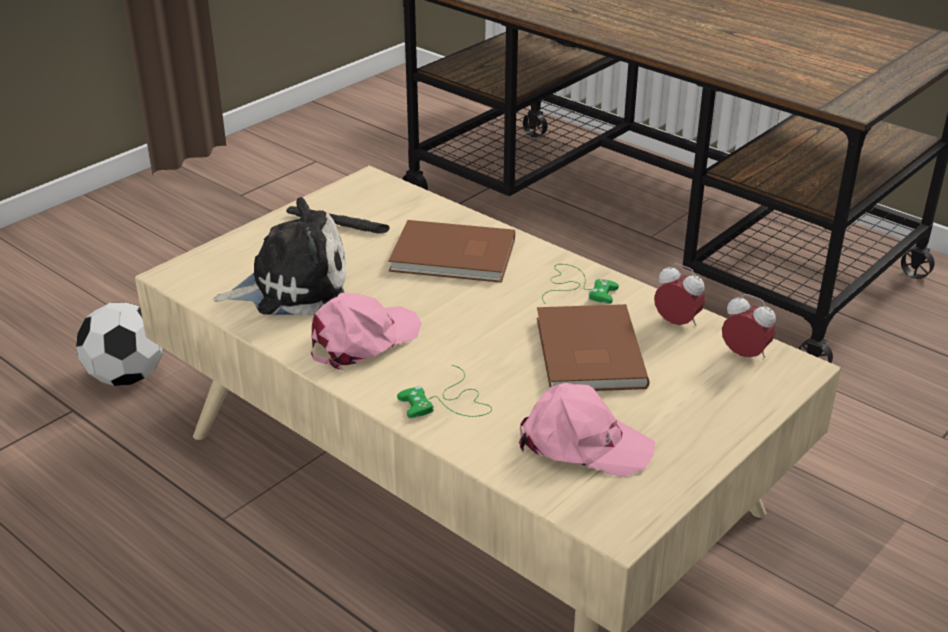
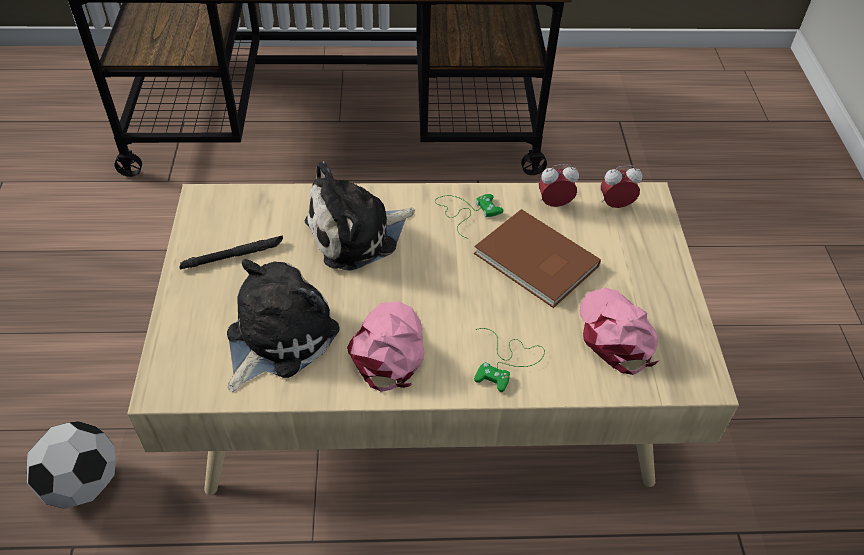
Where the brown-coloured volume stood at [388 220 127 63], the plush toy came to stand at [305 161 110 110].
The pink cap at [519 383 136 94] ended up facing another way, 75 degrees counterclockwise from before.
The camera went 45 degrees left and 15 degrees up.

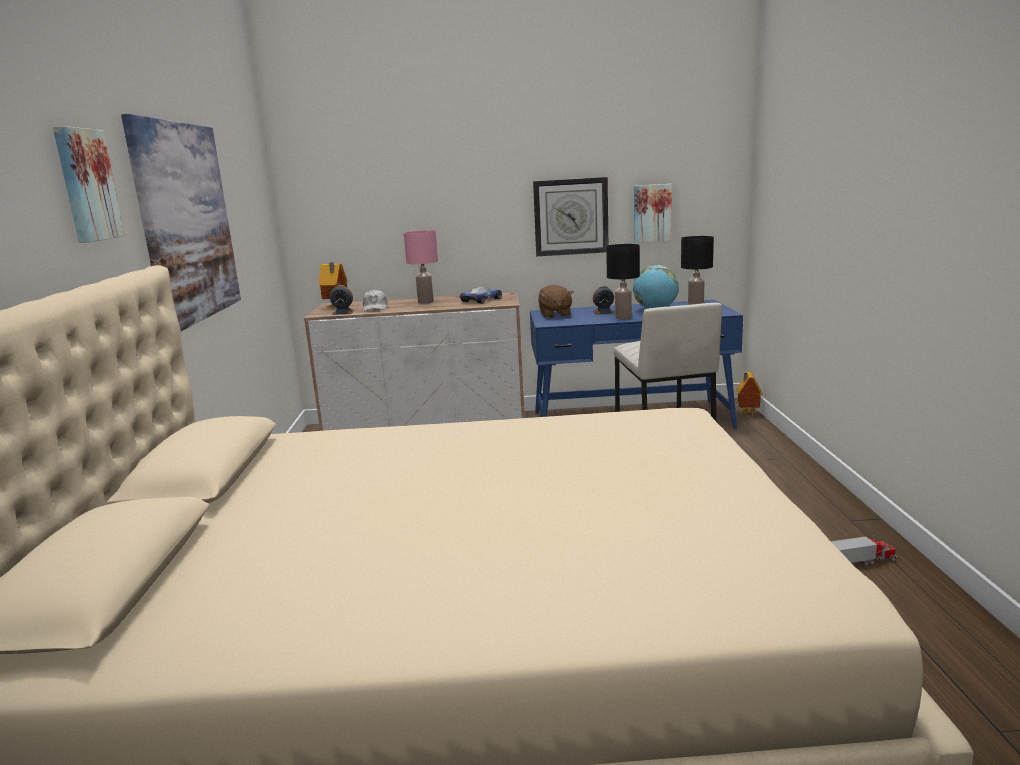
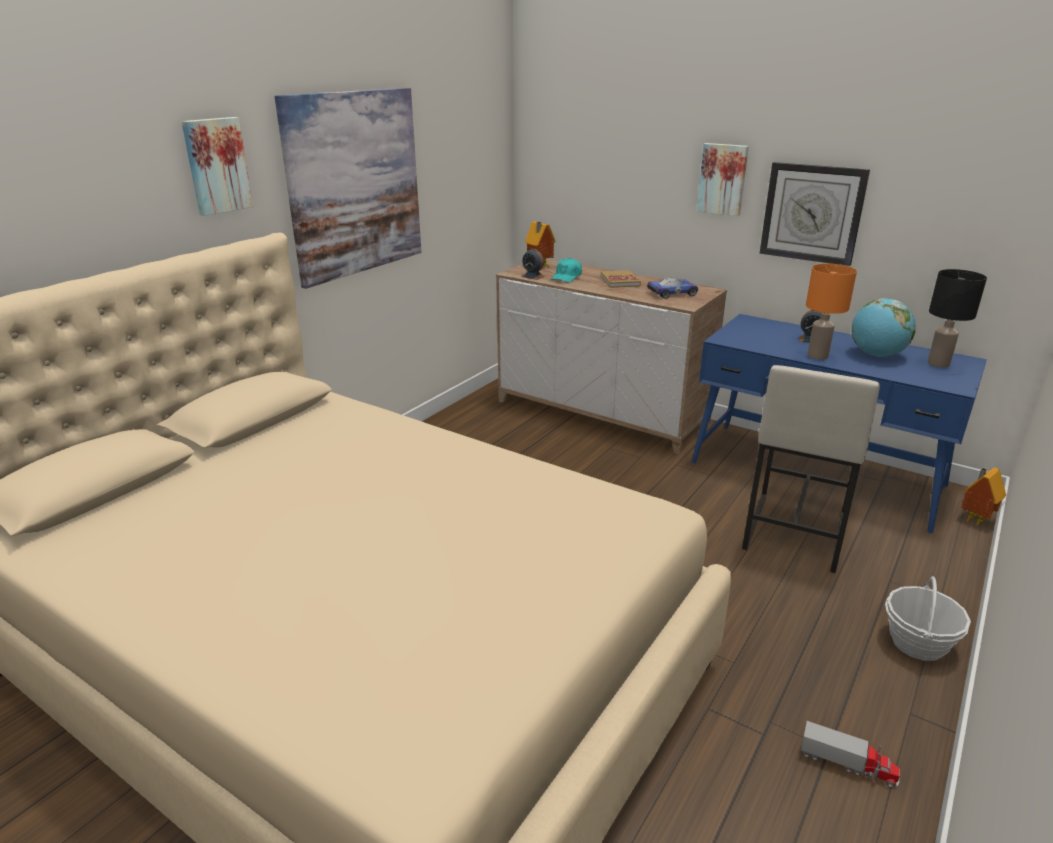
What was the white-coloured cap at [363 289 25 23] turned into the turquoise cap at [551 258 31 25].
Where the pink lamp for a table stood at [404 230 34 73], the volume came to stand at [601 270 40 18].
The second view lost the brown-coloured plush toy at [538 285 36 33].
What was the black lamp for a table at [606 244 34 76] turned into the orange-coloured lamp for a table at [806 264 51 96].
The picture ended up elsewhere, having gone from [634 184 38 59] to [697 143 52 73].
The second view gained the basket at [885 576 86 85].
The camera went 35 degrees right and 10 degrees up.

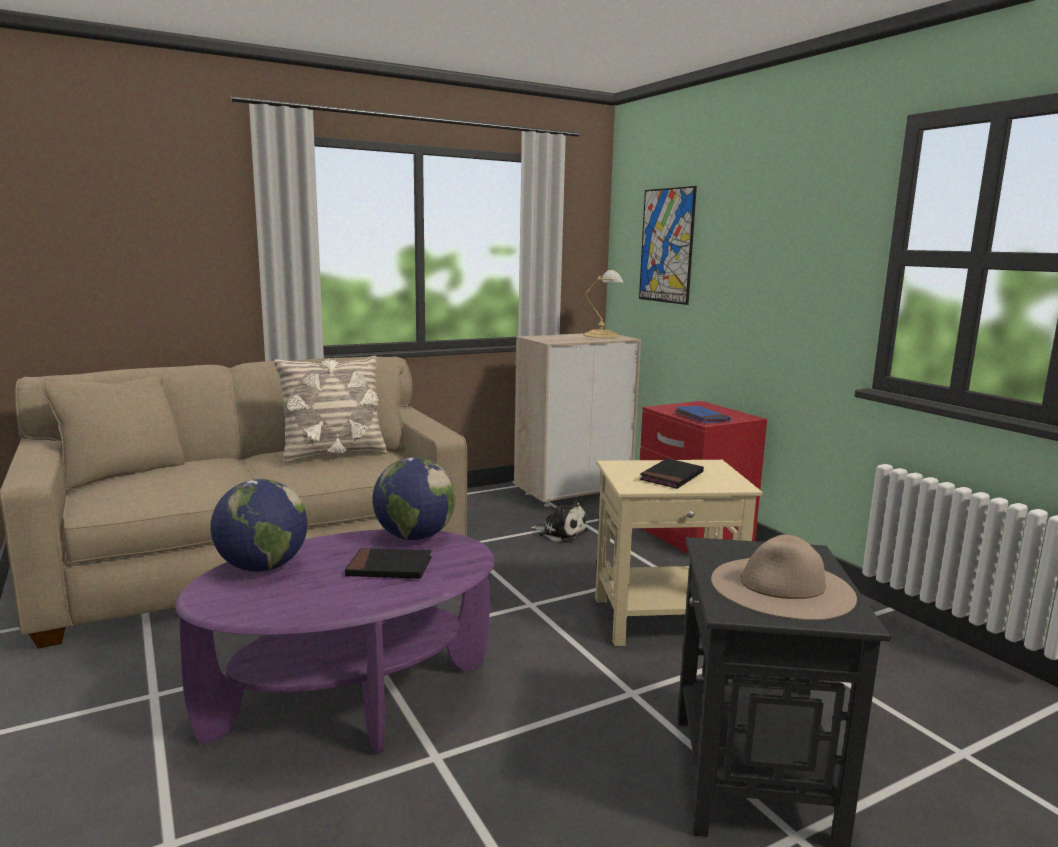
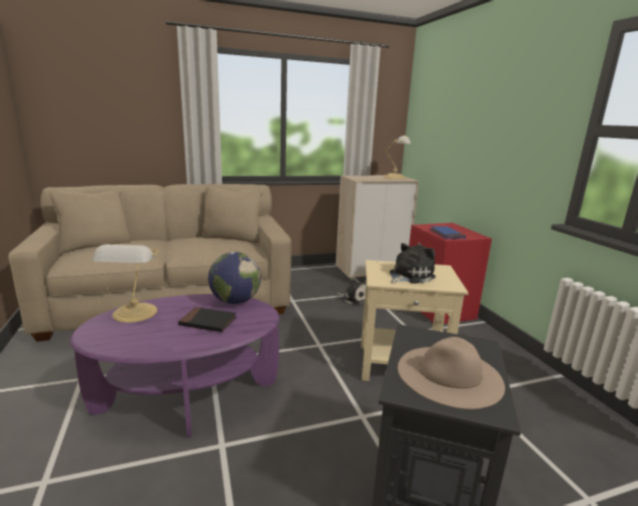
Where the globe stood at [210 479 98 93], the lamp for a table came to stand at [92 244 67 79].
The second view lost the beige pillow at [274 356 113 107].
The second view lost the picture at [639 186 58 119].
Where the black volume stood at [640 458 64 31], the plush toy came to stand at [389 243 46 41].
The camera went 10 degrees right and 5 degrees up.

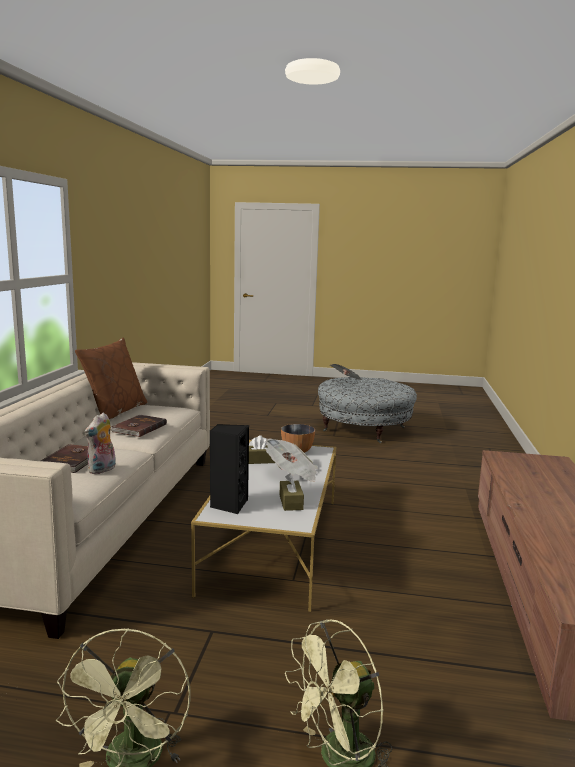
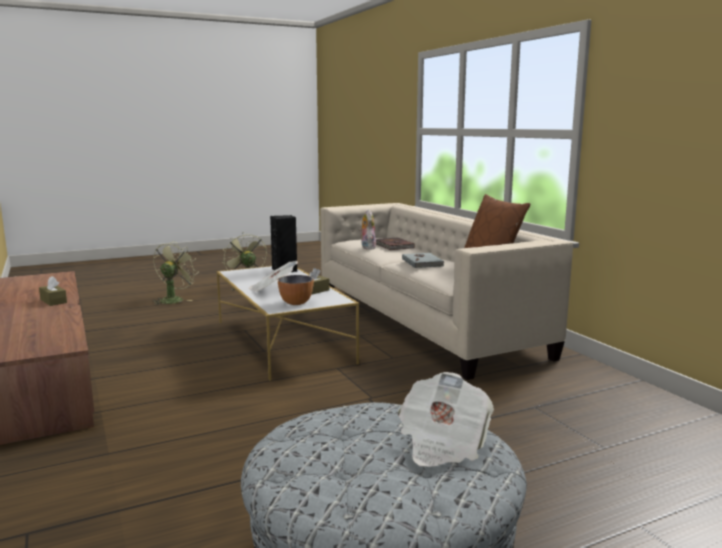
What was the brown-coloured volume at [110 415 57 22] turned into the greyish volume at [402 253 42 15].
The brown-coloured box of tissues ended up elsewhere, having gone from [280 473 24 38] to [39 276 28 30].
The camera went 145 degrees right and 0 degrees up.

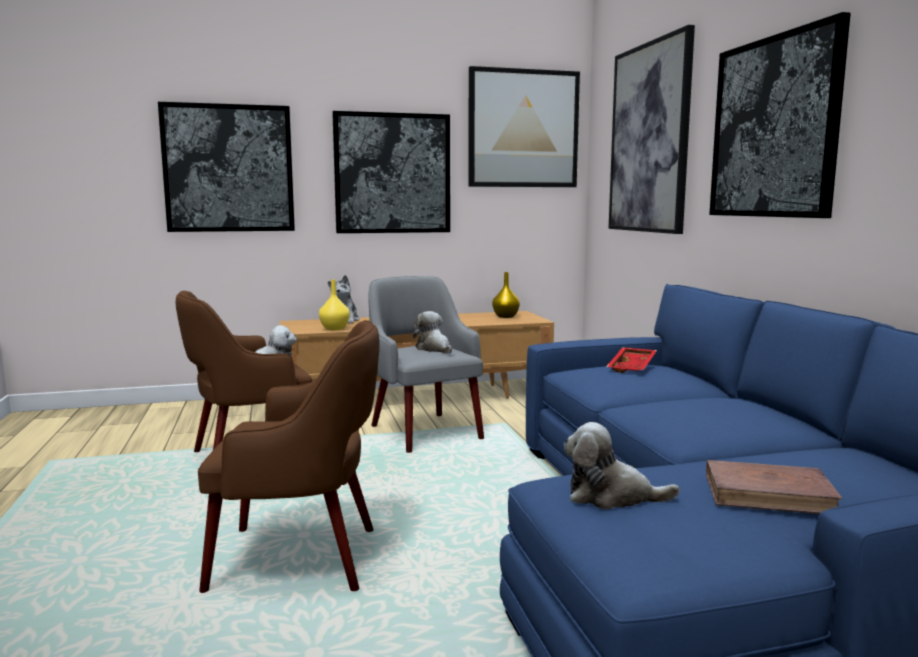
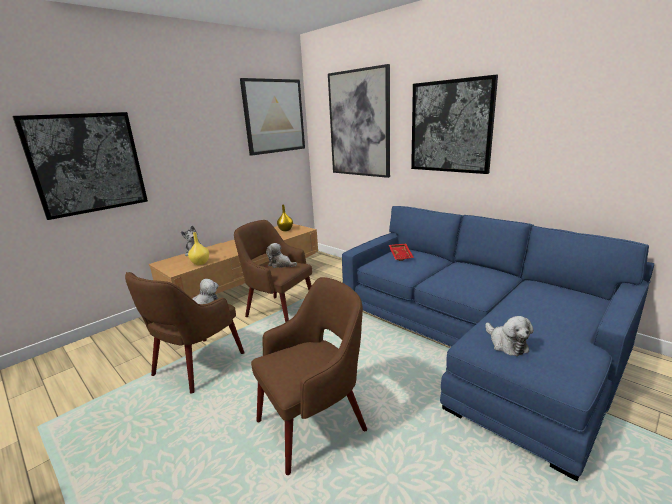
The second view lost the picture at [332 111 118 122].
What was the greyish armchair at [368 276 116 177] turned into the brown-coloured armchair at [234 220 78 102].
The plush toy at [564 422 116 87] ended up facing another way, 90 degrees counterclockwise from before.
The second view lost the brown-coloured volume at [706 460 136 54].
The camera went 30 degrees left and 10 degrees up.

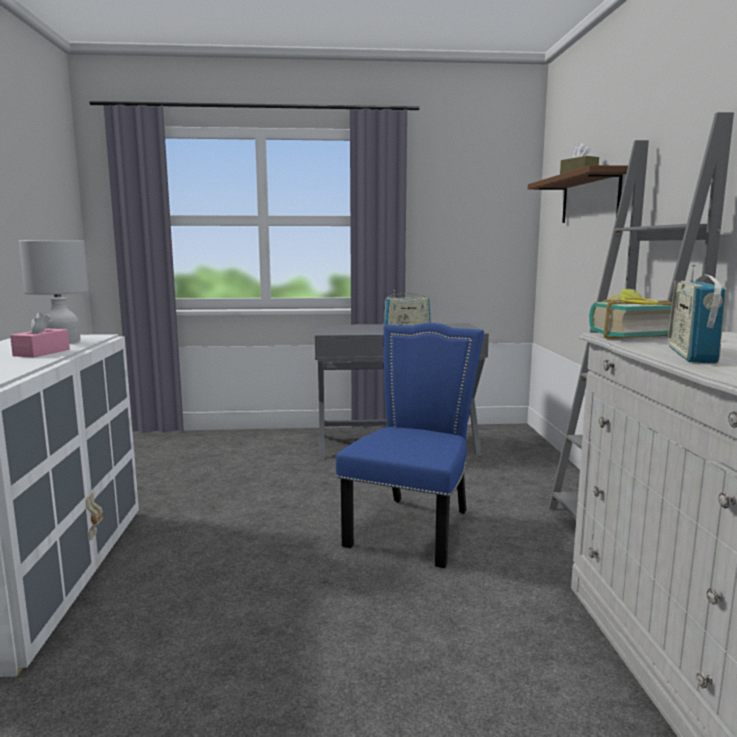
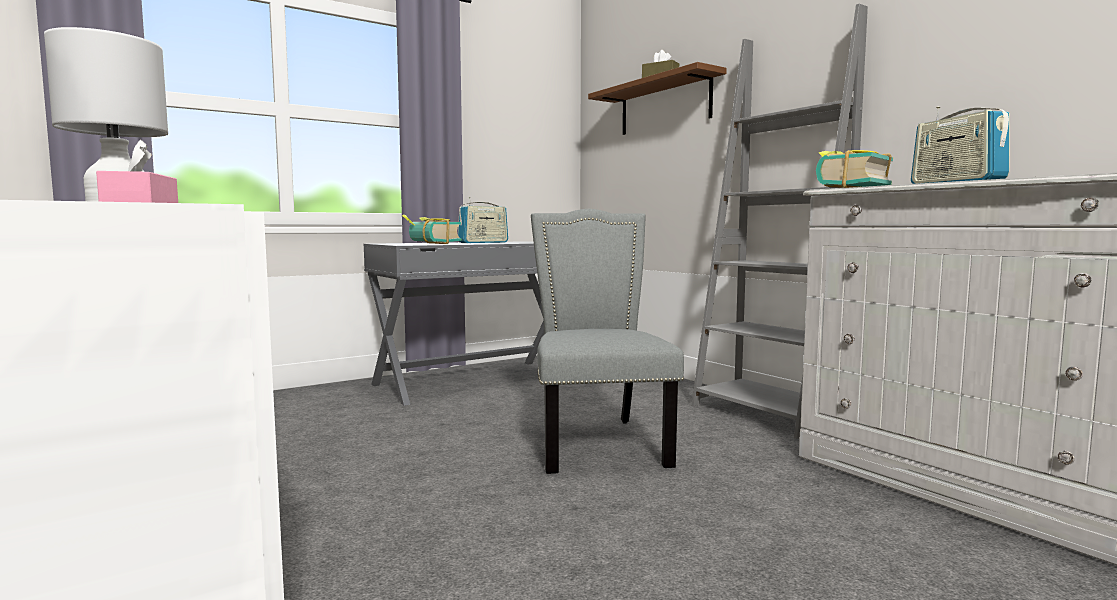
What was the blue-coloured chair at [336 323 148 245] turned into the greyish chair at [531 209 153 265].
The second view gained the volume at [402 215 59 29].
The camera went 30 degrees left and 5 degrees down.

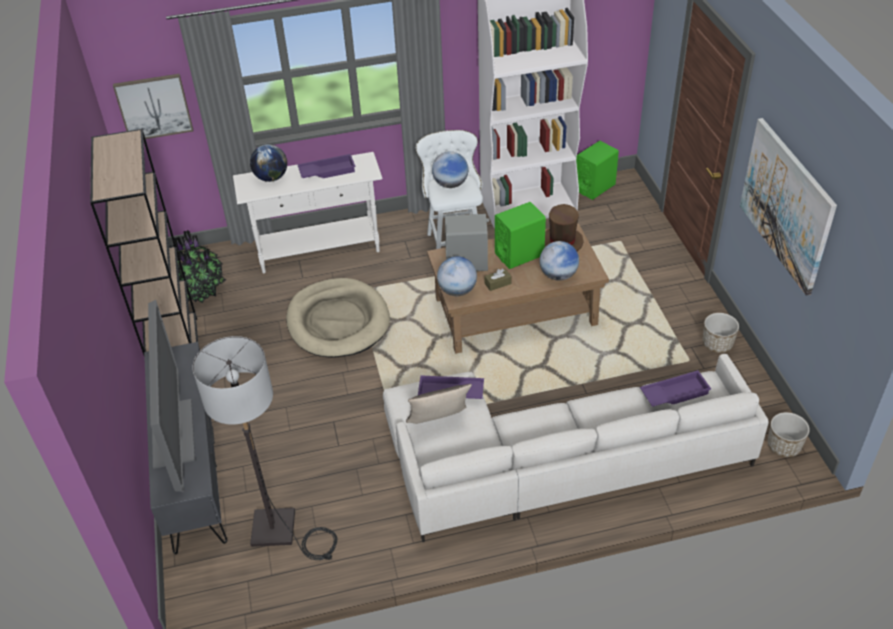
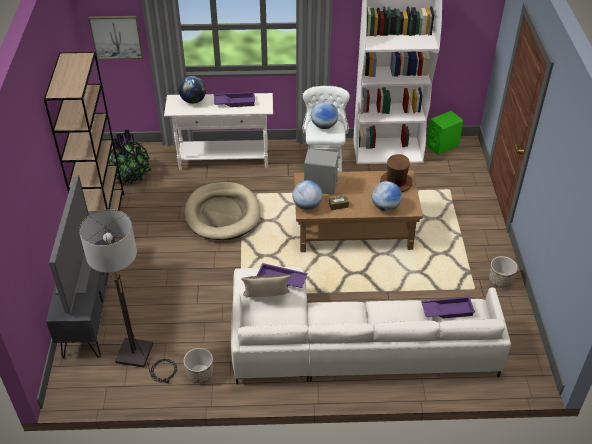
The second view lost the green speaker at [495 202 51 67].
The second view lost the picture at [740 118 97 178].
The planter ended up elsewhere, having gone from [768 412 42 45] to [184 348 29 35].
The camera went 10 degrees right and 0 degrees up.

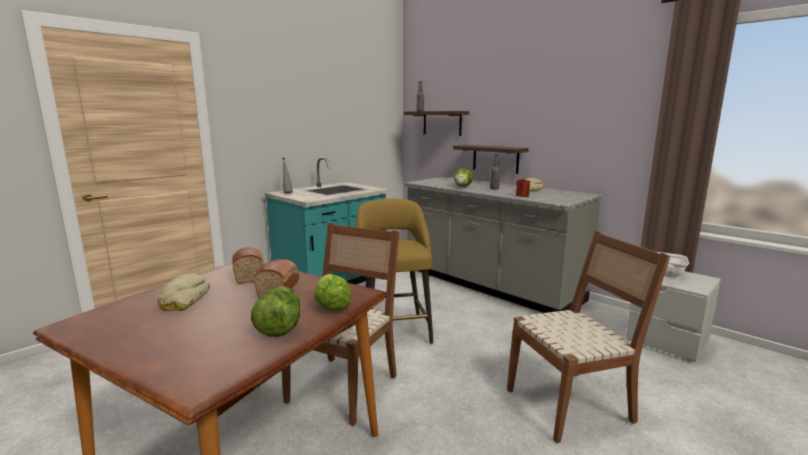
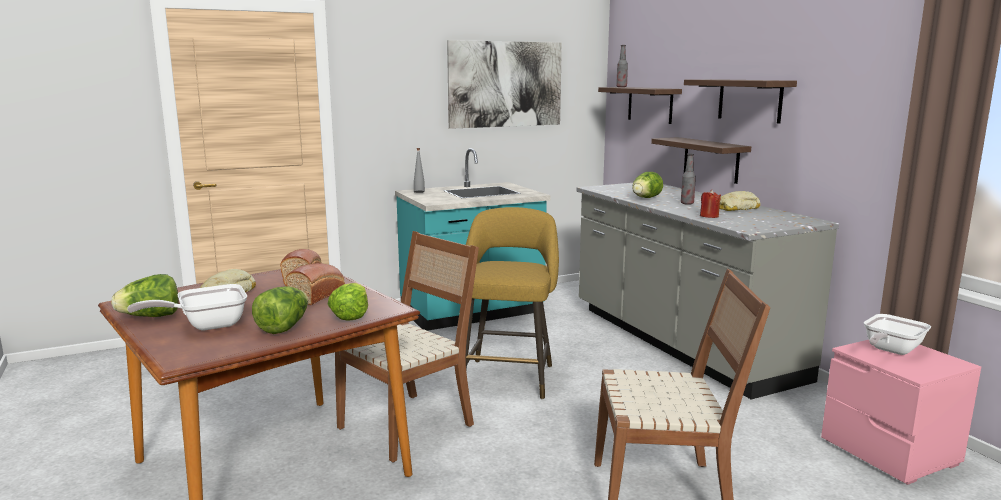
What was the white-coloured nightstand at [626 271 95 91] turned into the pink nightstand at [821 340 160 145].
The second view gained the head of lettuce at [111 274 68 43].
The second view gained the pan at [127 284 120 47].
The second view gained the picture at [447 40 115 89].
The second view gained the wall shelf at [684 79 113 45].
The camera went 20 degrees right and 0 degrees up.

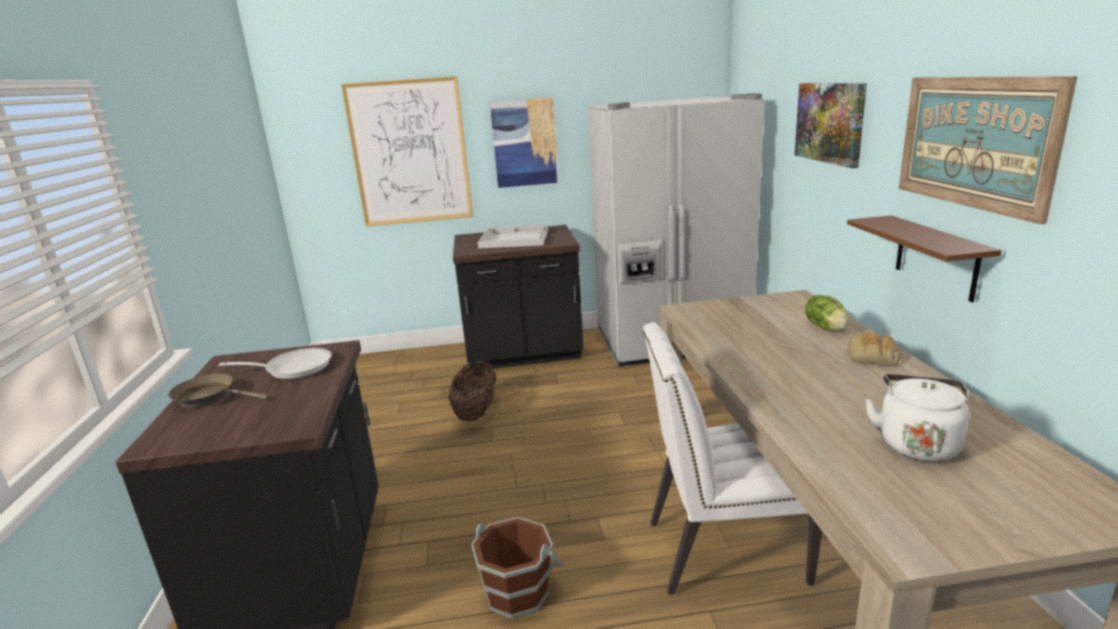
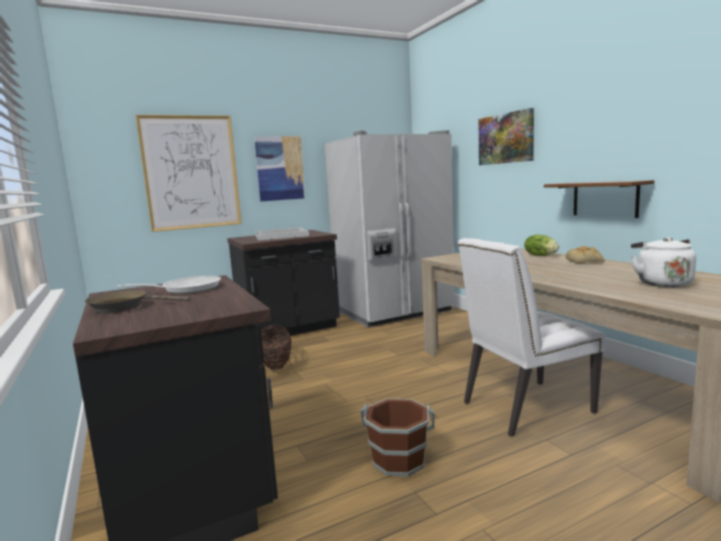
The second view lost the picture at [899 76 178 149].
The camera went 20 degrees left and 10 degrees down.

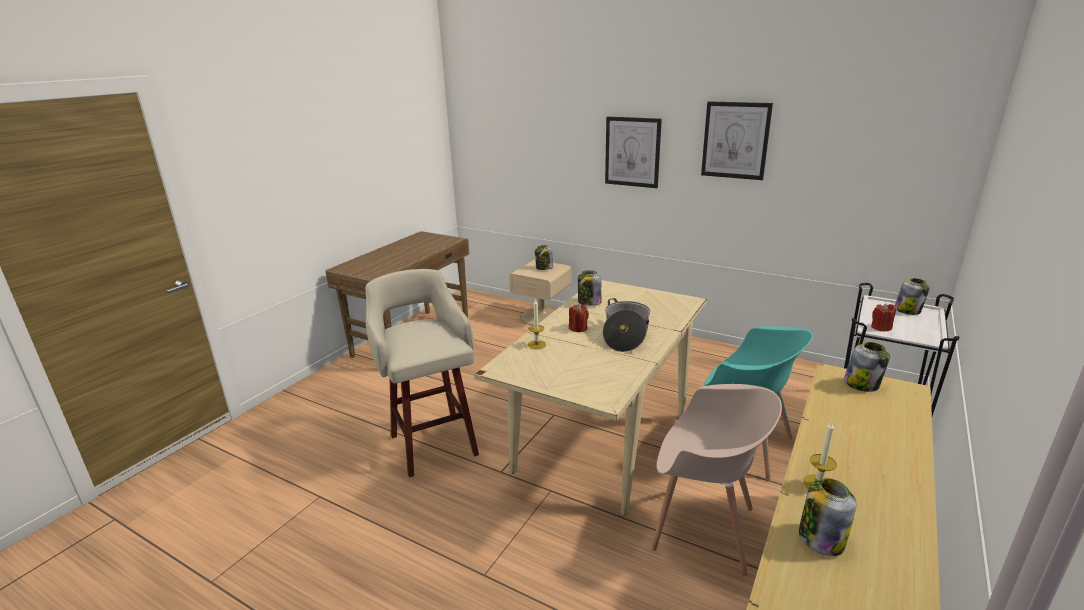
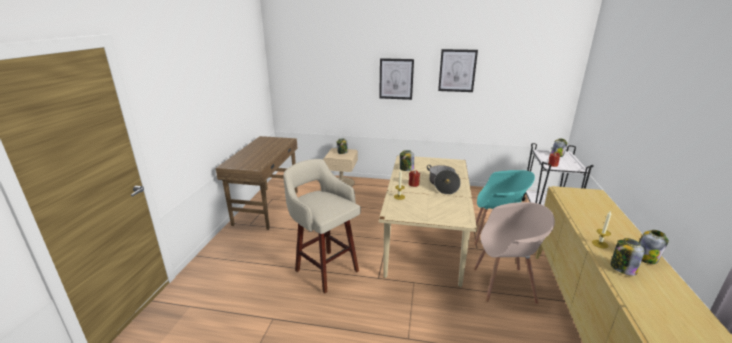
The storage jar ended up elsewhere, having gone from [844 342 46 50] to [639 230 30 34].
The camera went 20 degrees left and 0 degrees up.

